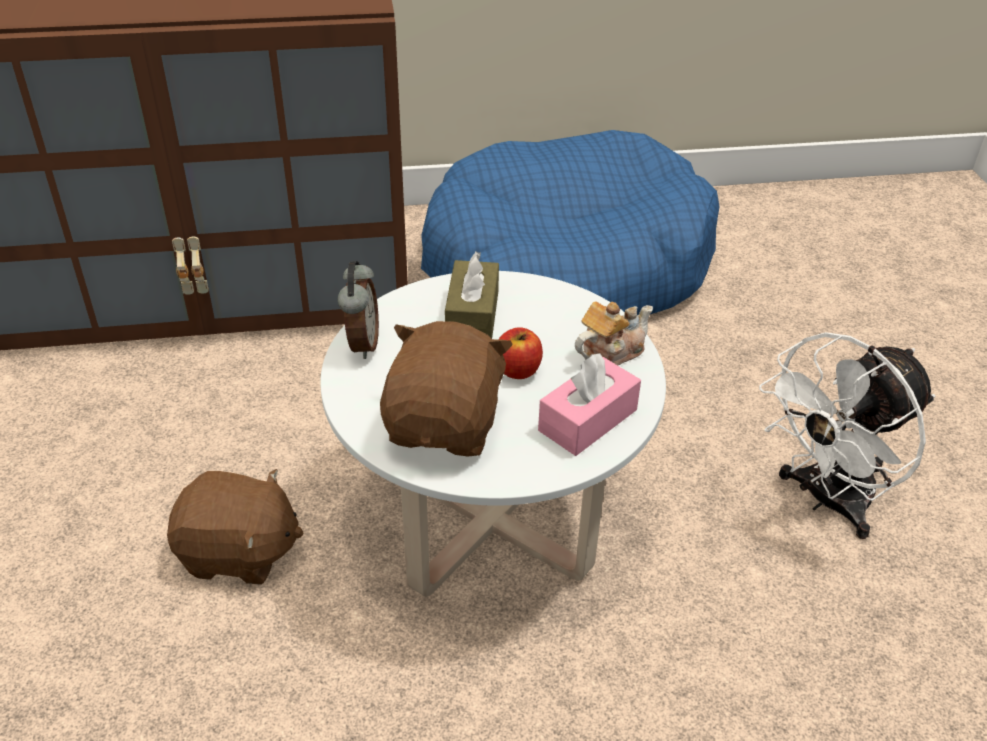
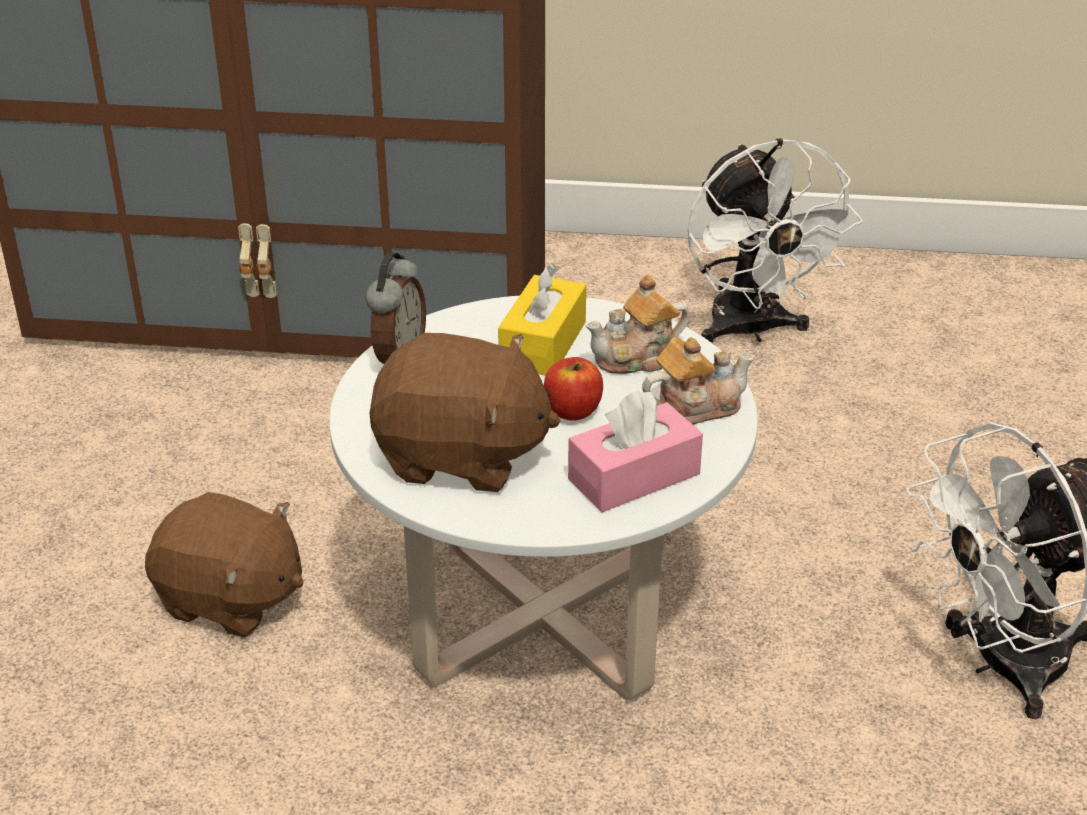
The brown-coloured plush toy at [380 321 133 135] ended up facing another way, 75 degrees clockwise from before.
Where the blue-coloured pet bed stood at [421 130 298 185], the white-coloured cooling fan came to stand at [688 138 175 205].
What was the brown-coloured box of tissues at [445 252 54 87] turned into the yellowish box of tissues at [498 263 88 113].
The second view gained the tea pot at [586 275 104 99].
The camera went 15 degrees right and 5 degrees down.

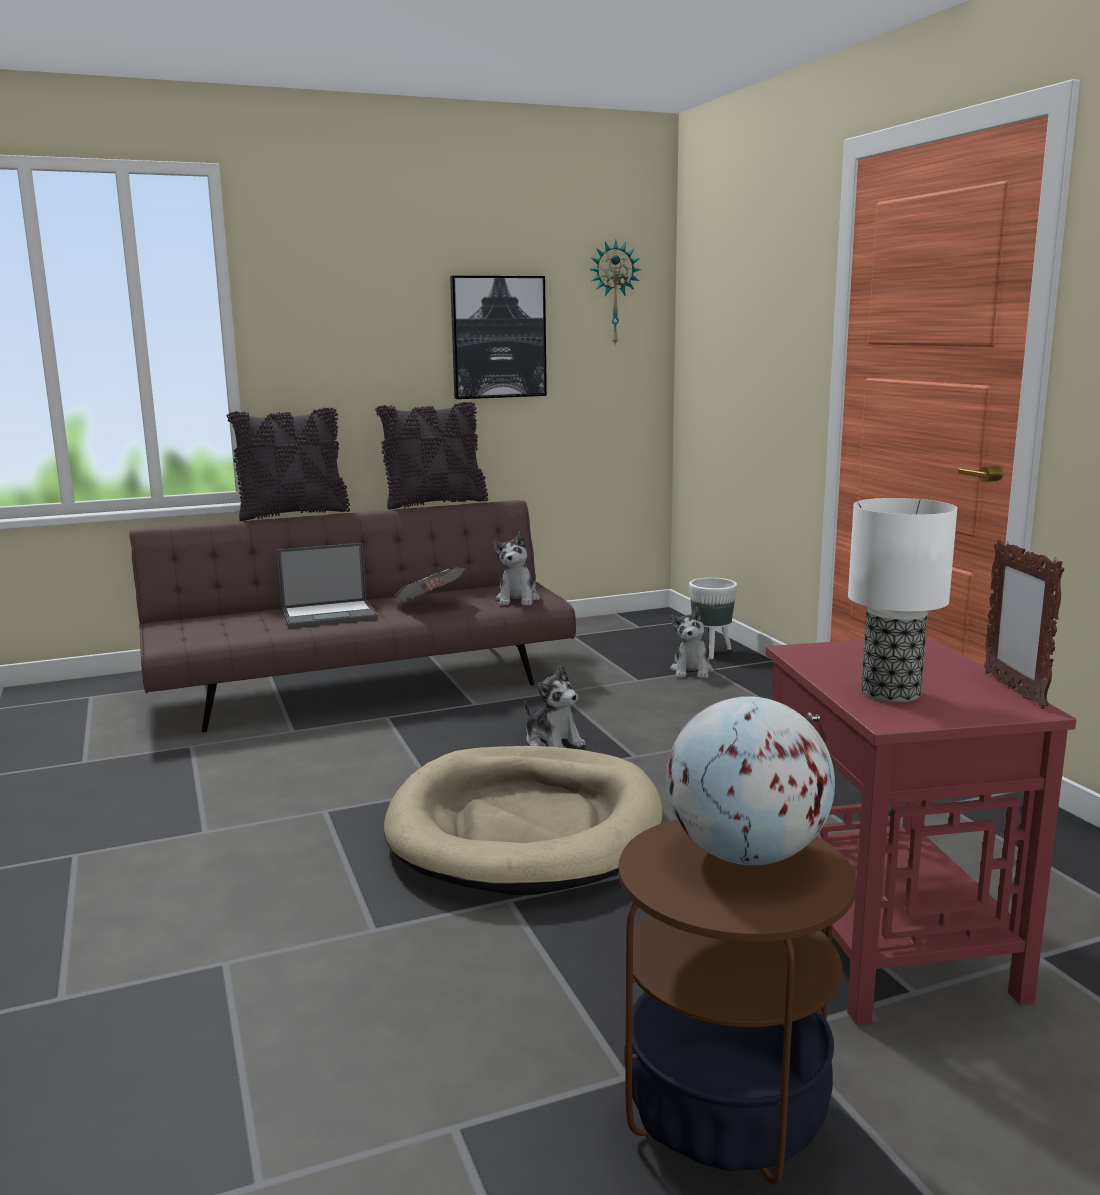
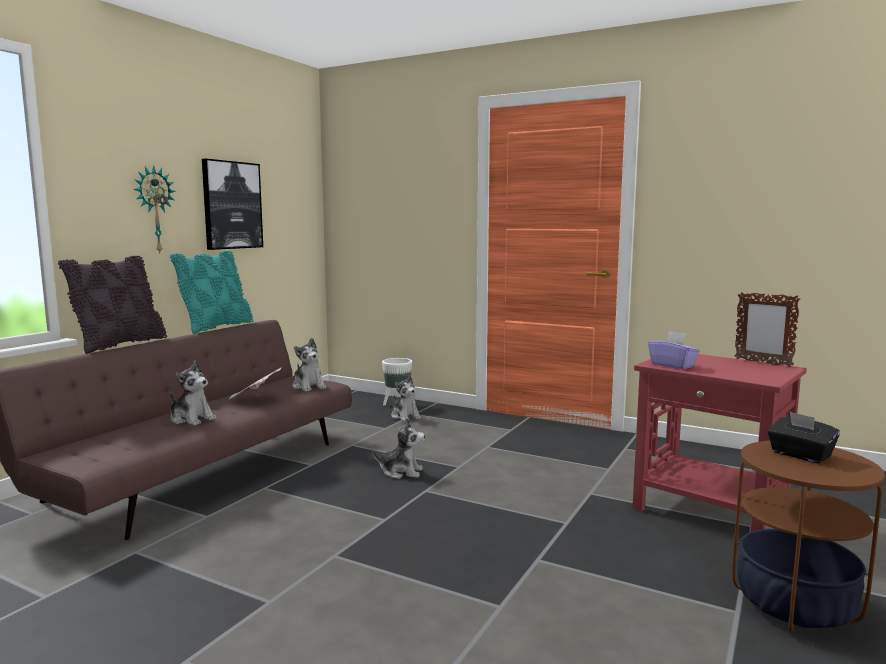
Where the notebook computer stood at [277 543 101 85], the plush toy came to stand at [170 361 46 64].
What was the black pillow at [375 402 113 108] turned into the turquoise pillow at [170 251 84 83].
The second view lost the beige pet bed at [384 746 278 149].
The hanging clock ended up elsewhere, having gone from [589 240 52 106] to [134 165 42 88].
Where the globe stood at [666 696 169 169], the black box of tissues came to stand at [767 411 73 52].
The second view lost the lamp for a table at [848 498 109 205].
The second view gained the purple box of tissues at [648 331 52 38].
The camera went 40 degrees left and 5 degrees down.

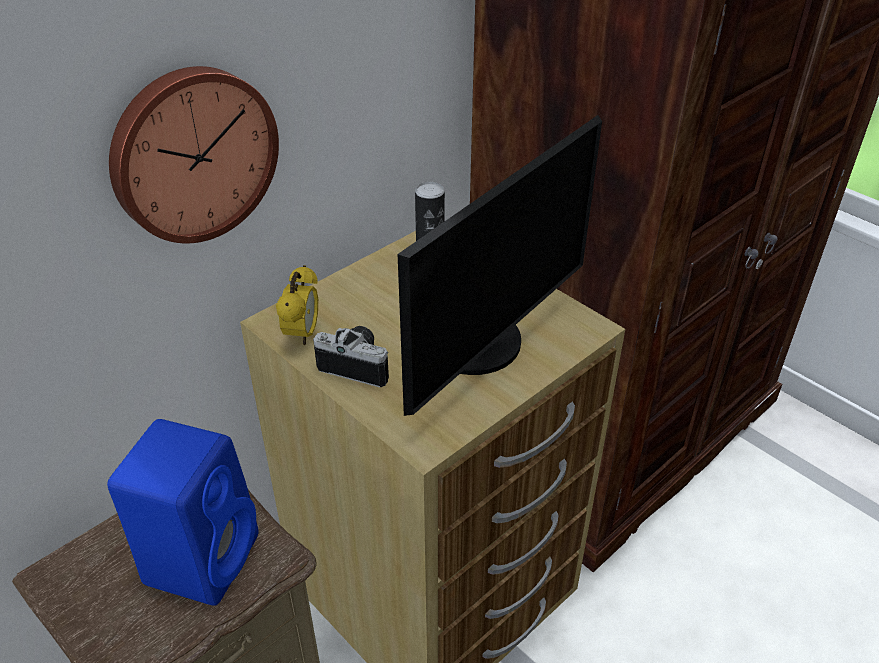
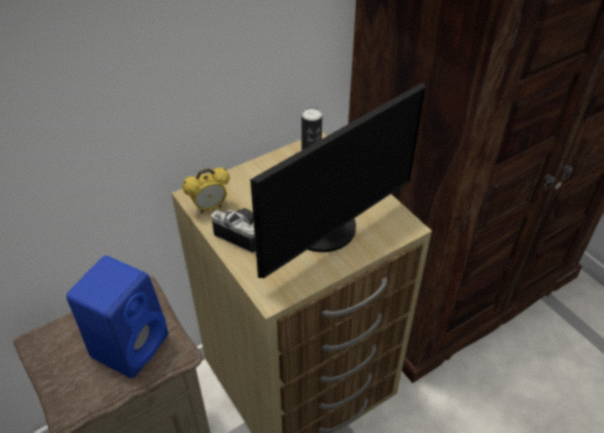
The second view lost the hanging clock at [109 66 170 177].
The alarm clock at [276 265 42 80] ended up facing another way, 45 degrees clockwise from before.
The camera went 10 degrees right and 5 degrees up.

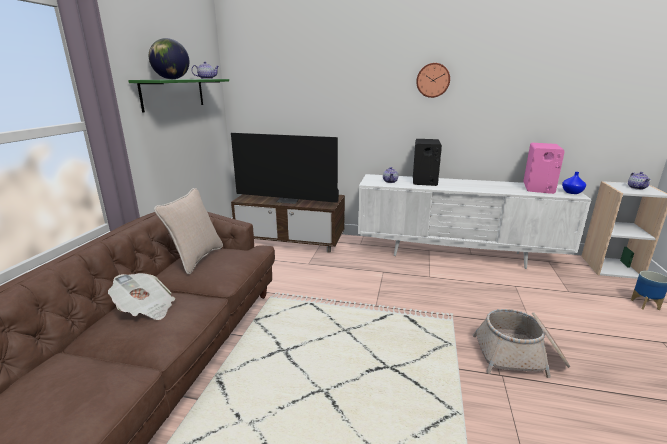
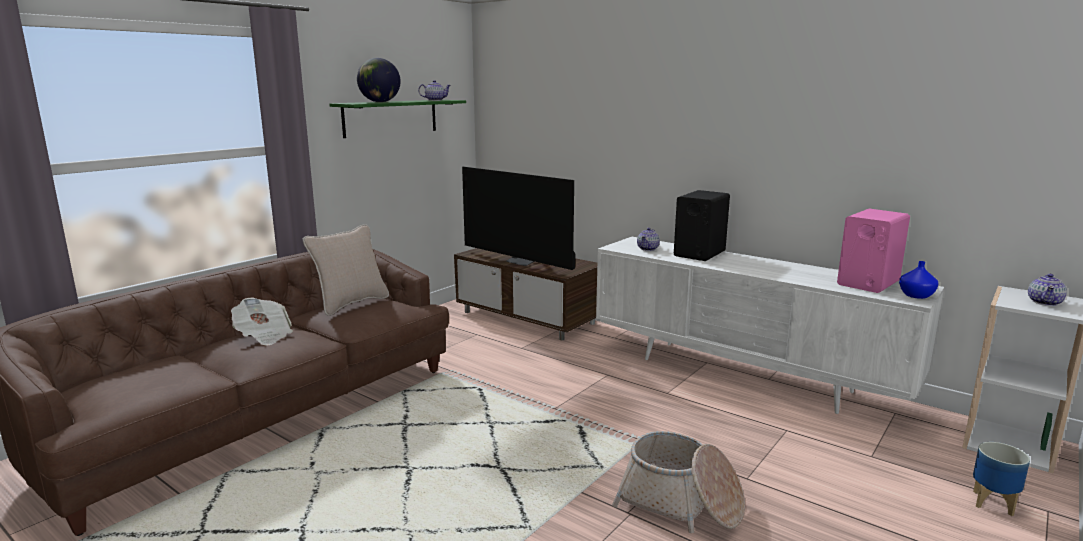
The second view lost the hanging clock at [416 63 34 35].
The camera went 25 degrees right and 5 degrees down.

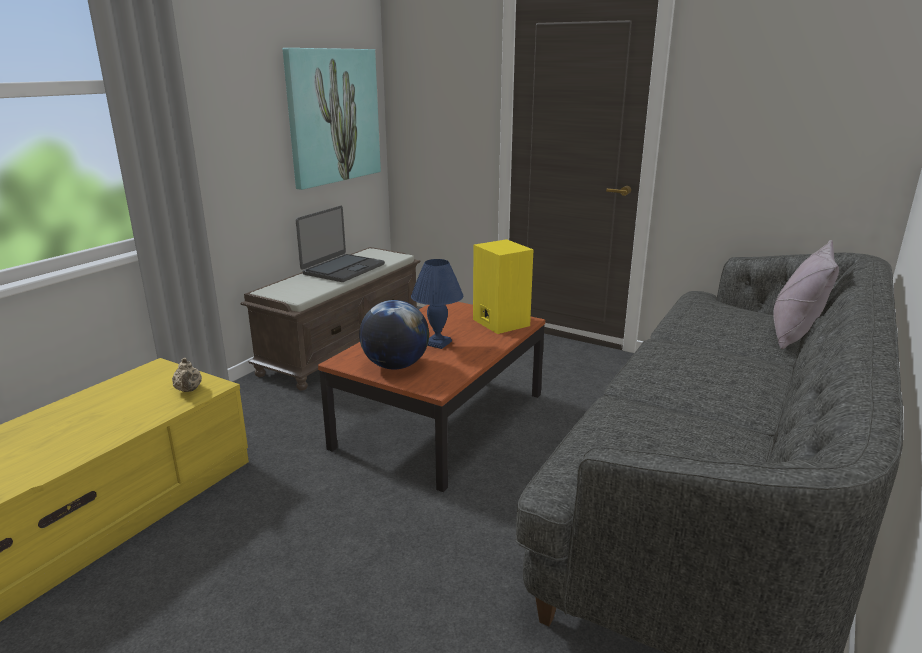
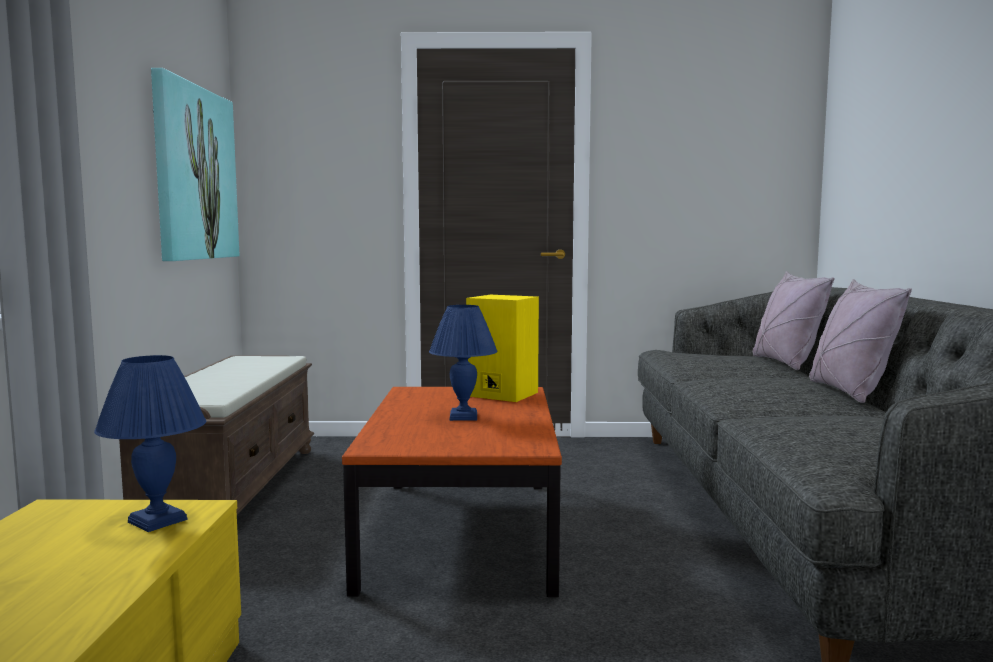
Where the beige tea pot stood at [172 358 30 34], the blue-coloured lamp for a table came to stand at [94 355 112 177].
The second view lost the notebook computer at [296 206 89 76].
The second view lost the globe at [359 300 70 69].
The second view gained the purple pillow at [809 279 103 124].
The camera went 30 degrees left and 15 degrees down.

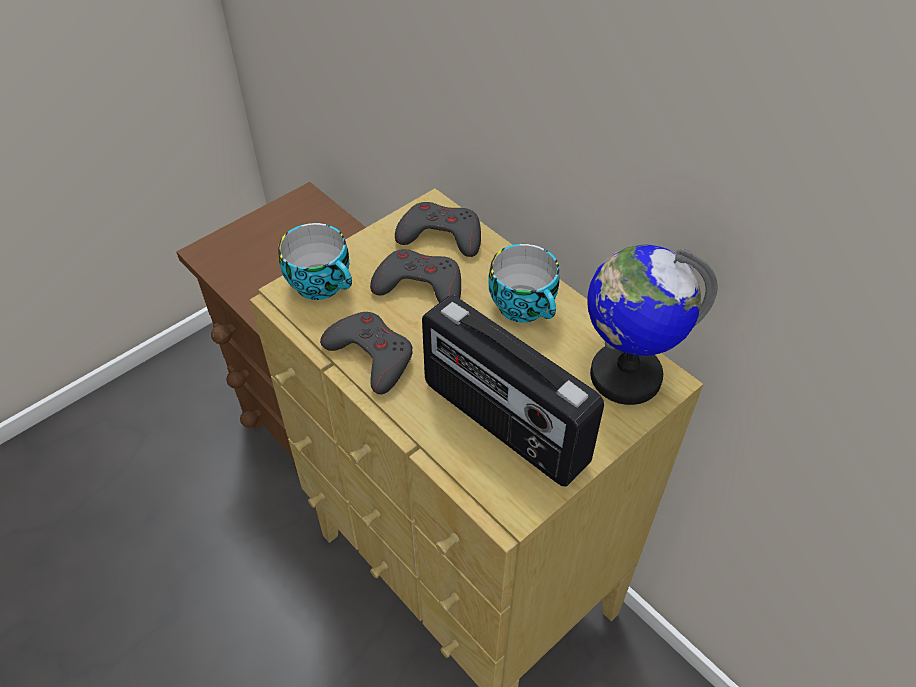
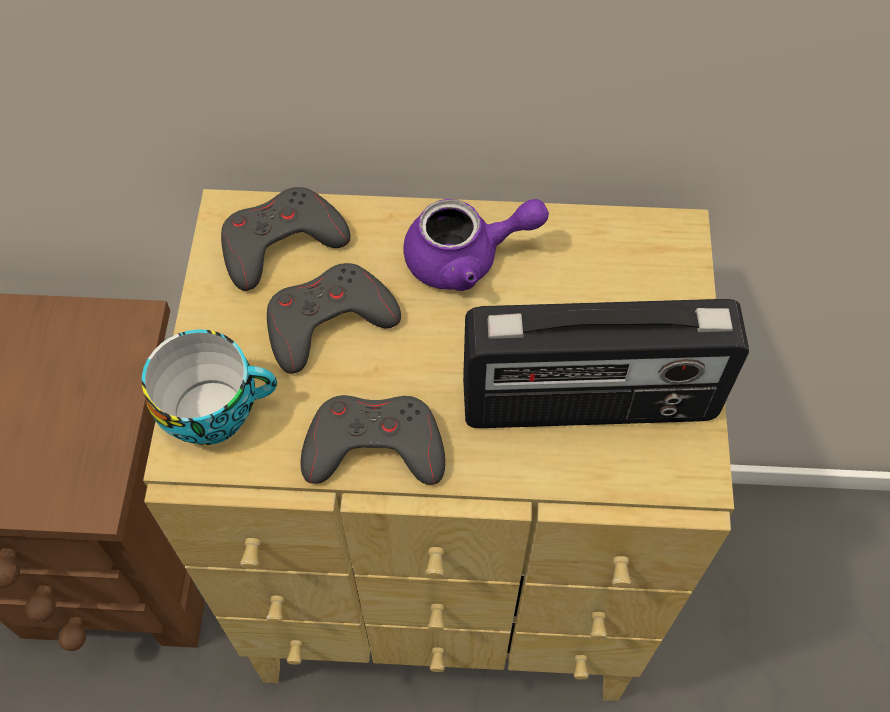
Where the small cup stood at [488 244 72 79], the purple tea pot came to stand at [403 199 146 92].
The second view lost the globe at [587 245 131 160].
The camera went 45 degrees left and 10 degrees up.

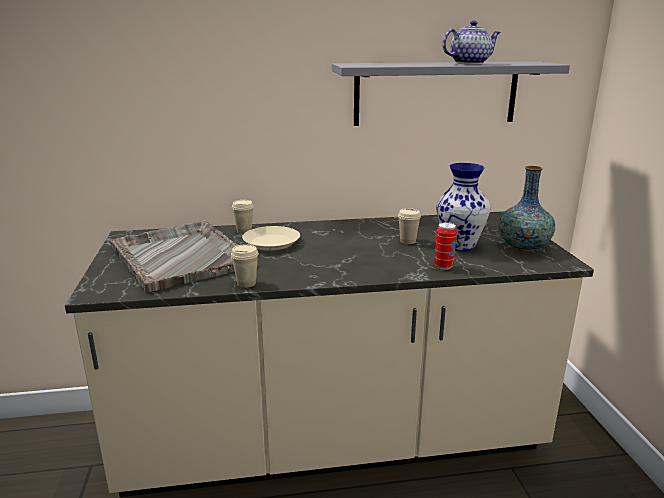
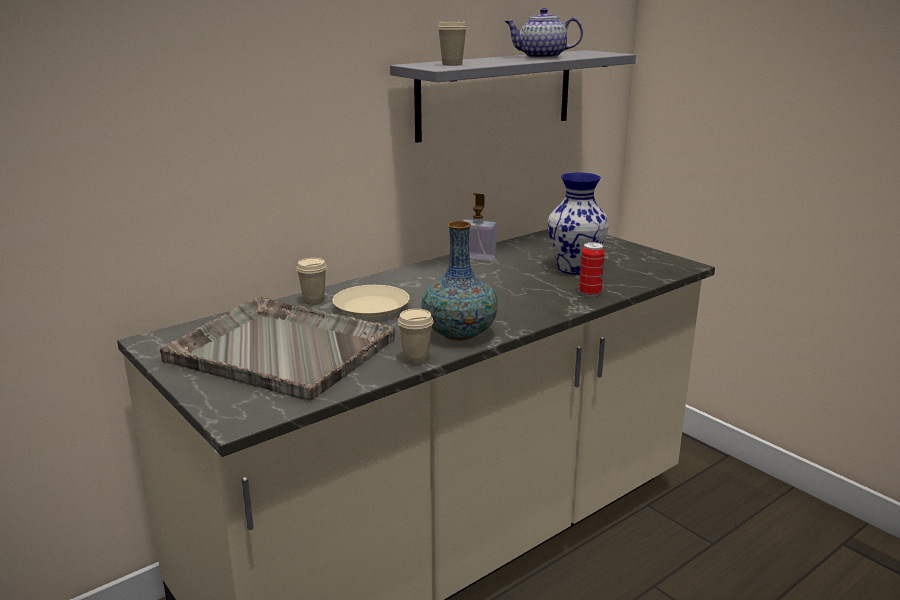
The beige small cup ended up elsewhere, having gone from [398 208 23 36] to [438 21 29 45].
The tea pot at [442 21 59 43] ended up facing another way, 120 degrees counterclockwise from before.
The decorative vase ended up elsewhere, having gone from [499 166 56 85] to [421 221 77 120].
The second view gained the soap bottle at [463 193 34 68].
The camera went 30 degrees left and 0 degrees up.

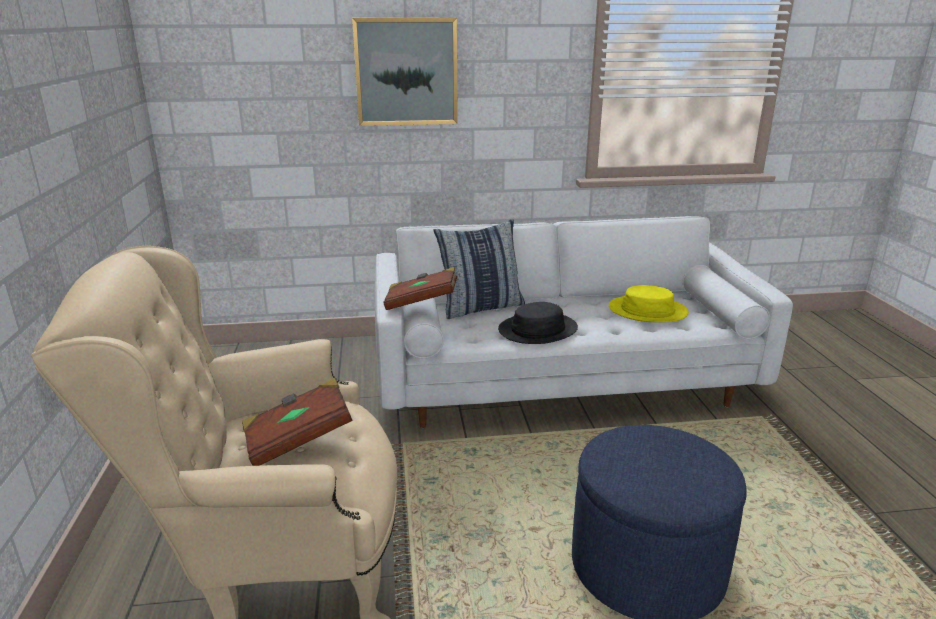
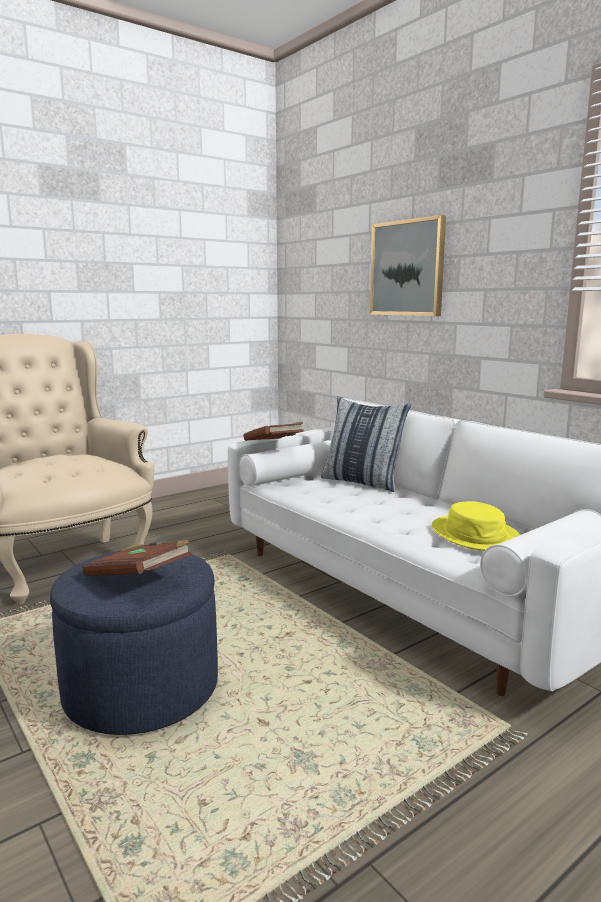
The brown-coloured volume ended up elsewhere, having gone from [242 378 111 88] to [82 540 110 36].
The second view lost the black hat at [498 302 80 42].
The camera went 60 degrees right and 10 degrees down.

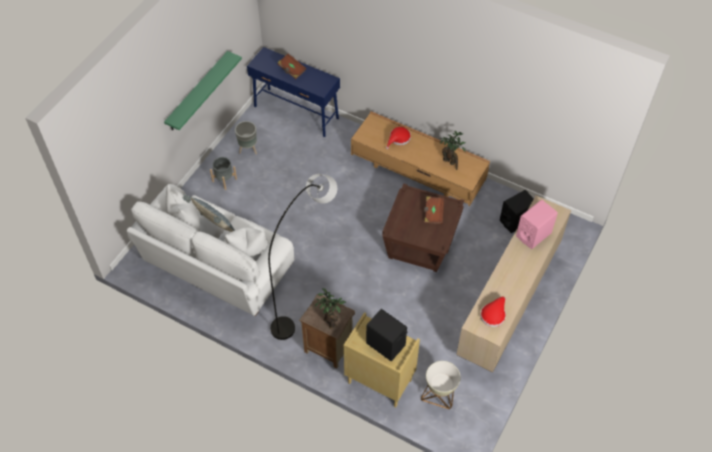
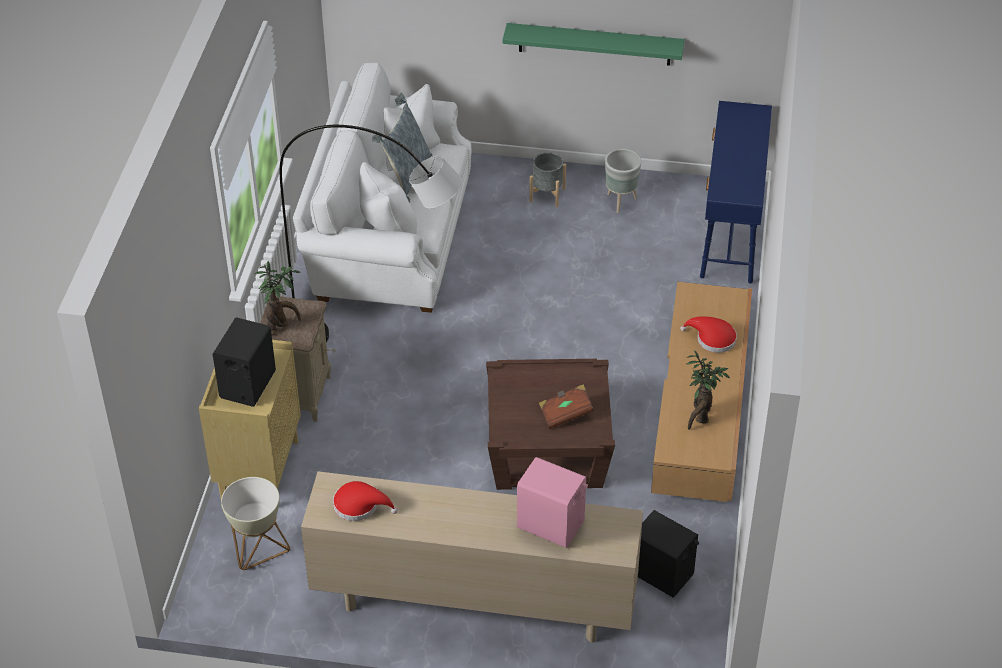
The second view lost the brown-coloured volume at [278 53 28 26].
The camera went 70 degrees right and 10 degrees down.

